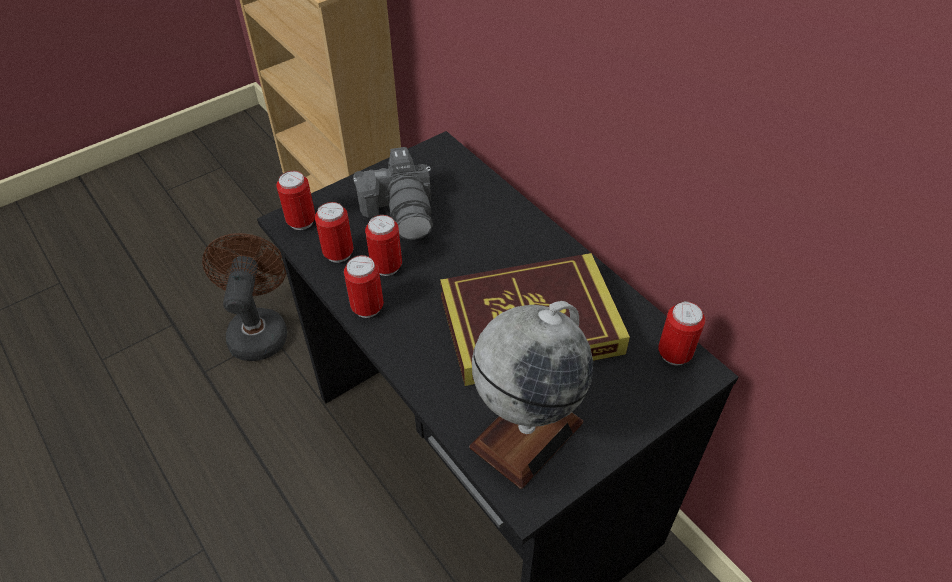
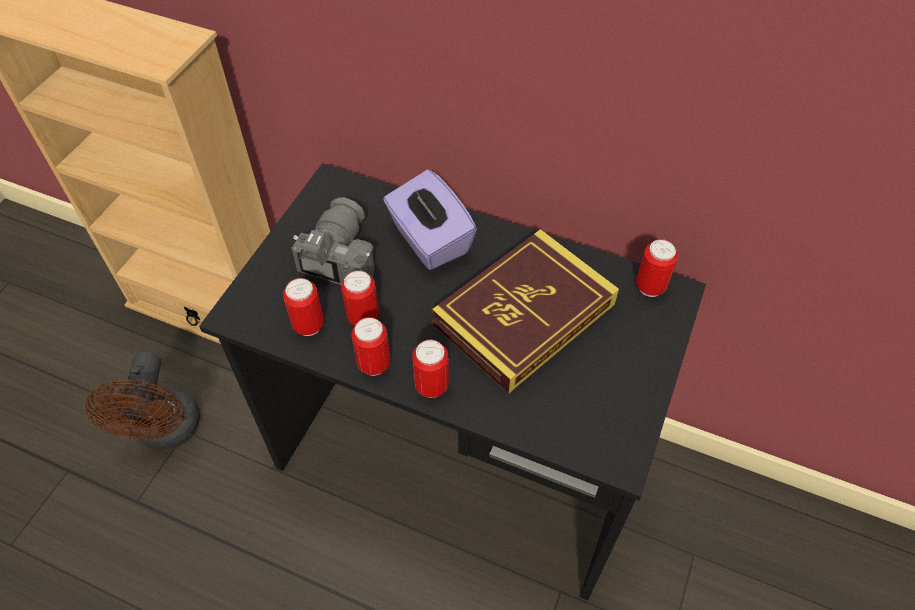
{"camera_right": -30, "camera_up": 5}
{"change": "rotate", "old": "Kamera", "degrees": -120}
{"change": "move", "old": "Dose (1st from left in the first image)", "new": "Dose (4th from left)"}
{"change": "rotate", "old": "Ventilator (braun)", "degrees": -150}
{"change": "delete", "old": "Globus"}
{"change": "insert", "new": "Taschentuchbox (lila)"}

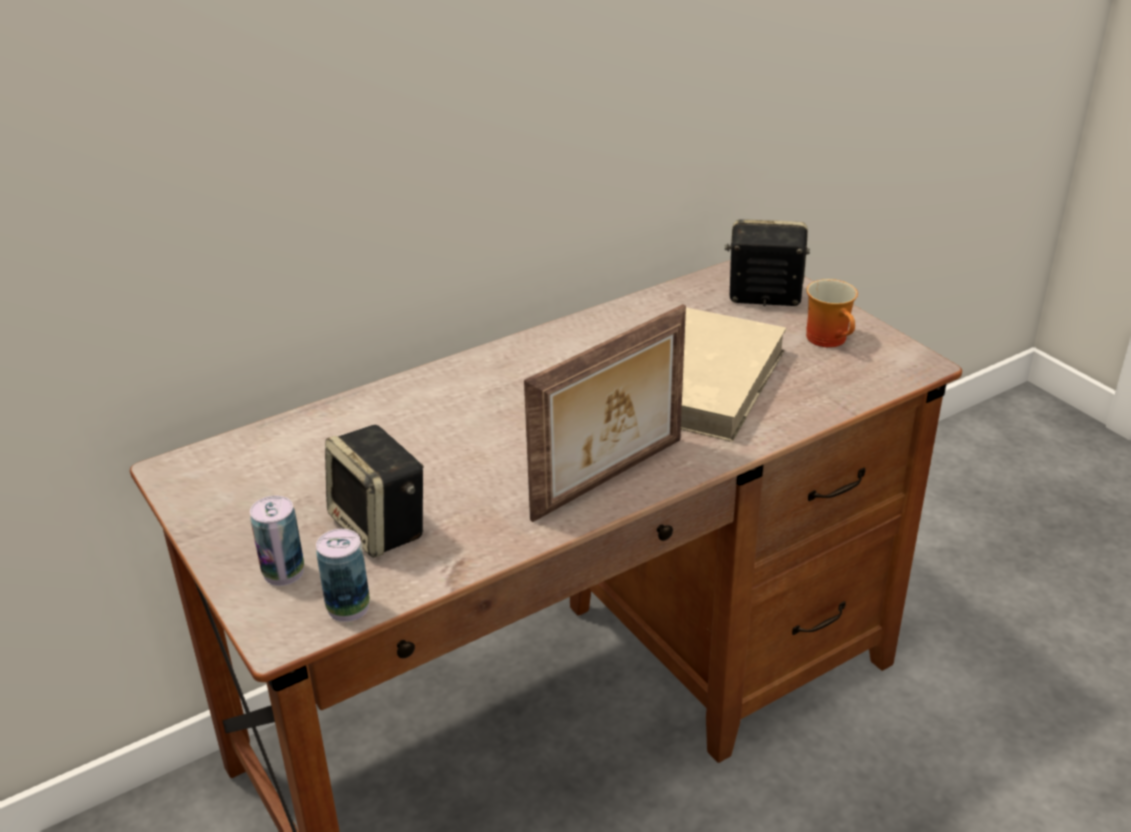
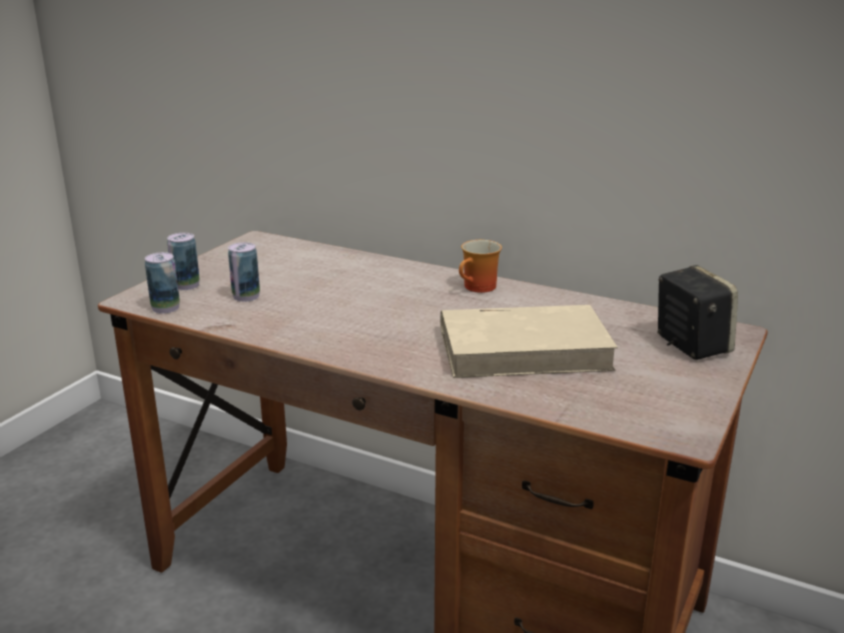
{"camera_right": 60, "camera_up": -10}
{"change": "move", "old": "Henkelbecher"}
{"change": "delete", "old": "Bilderrahmen"}
{"change": "replace", "old": "Lautsprecher (1st from left)", "new": "Dose (3rd from left)"}

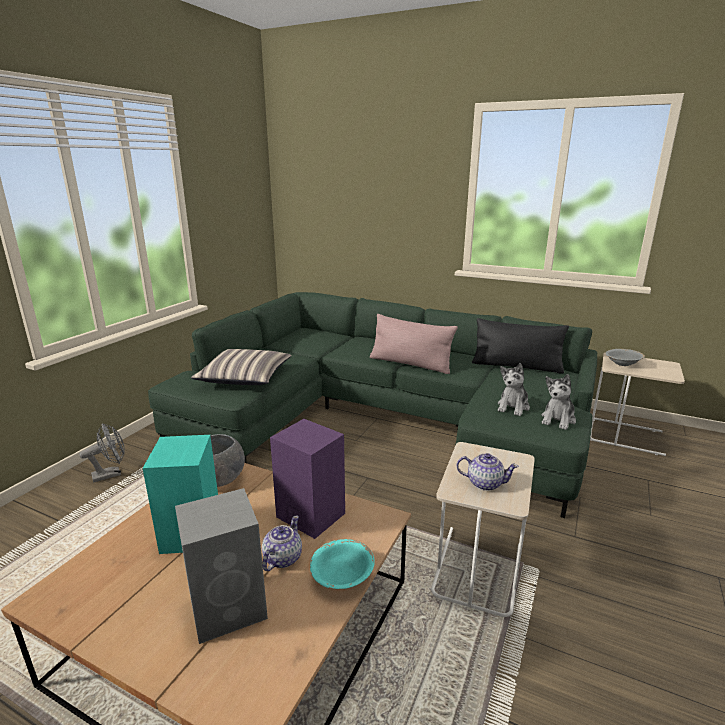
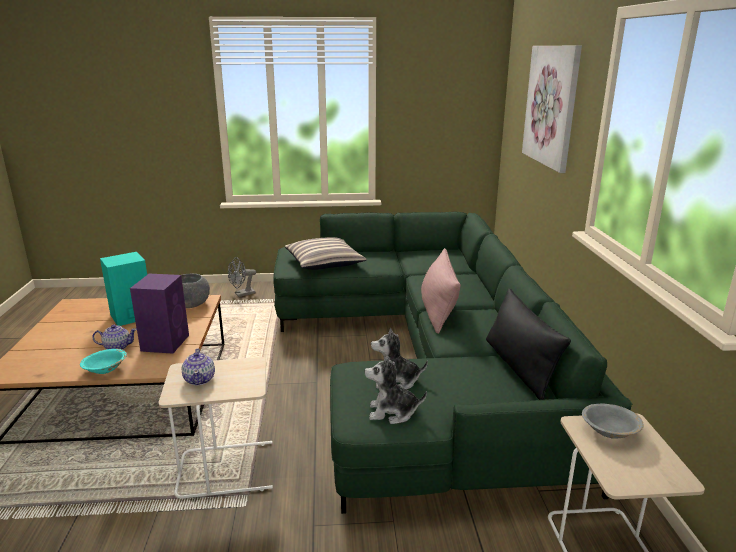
{"camera_right": 60, "camera_up": 0}
{"change": "rotate", "old": "Ventilator (grau)", "degrees": 120}
{"change": "delete", "old": "Lautsprecher (grau)"}
{"change": "insert", "new": "Bild"}

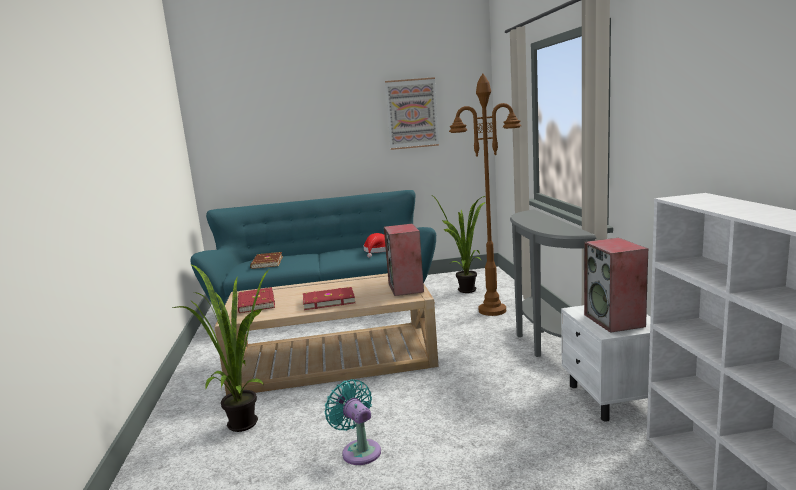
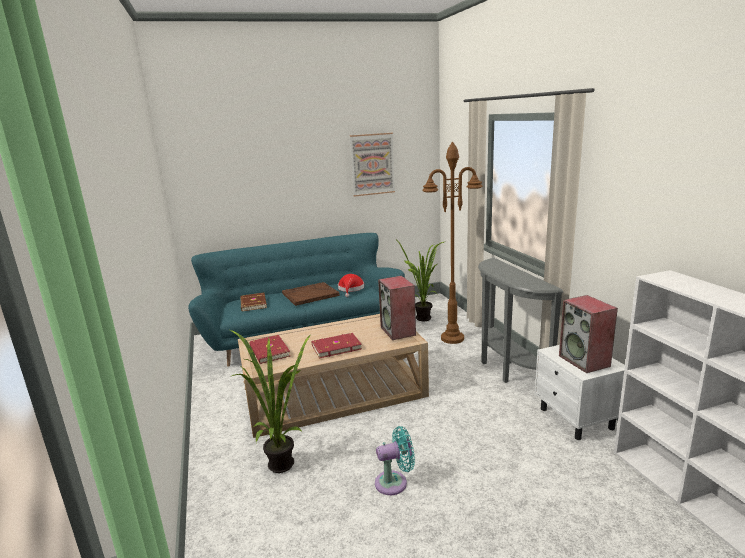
{"camera_right": -10, "camera_up": 5}
{"change": "rotate", "old": "Ventilator (türkis)", "degrees": 120}
{"change": "insert", "new": "Tablett (braun)"}

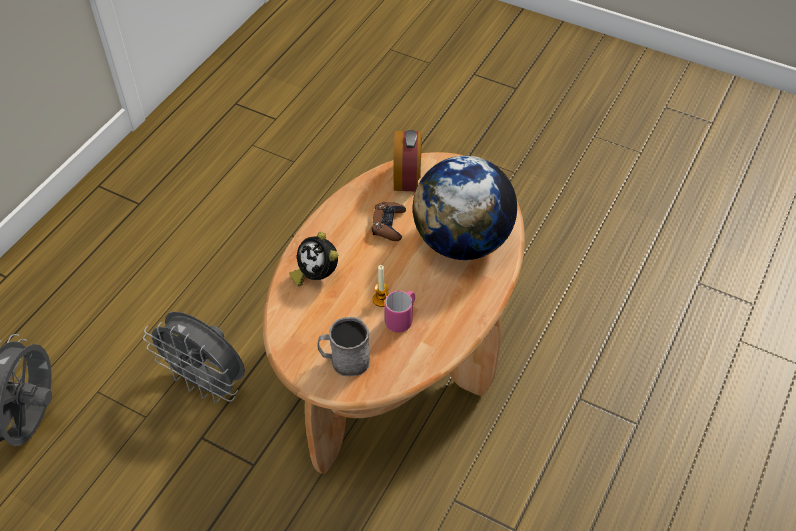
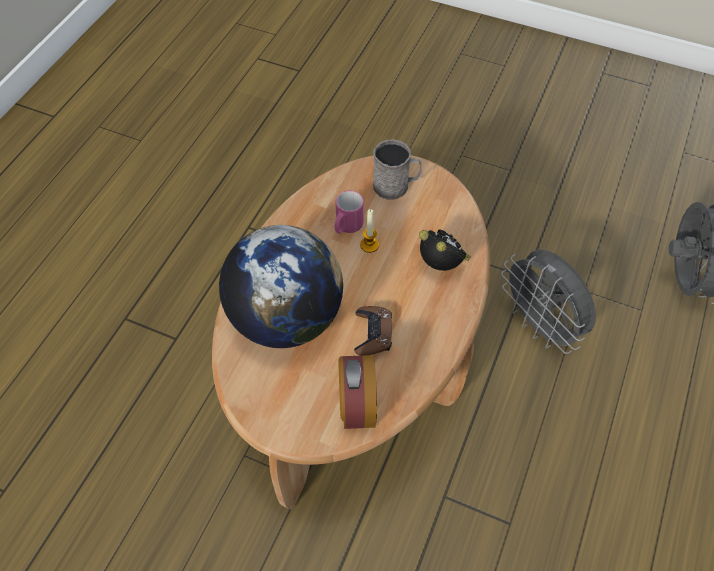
{"camera_right": 175, "camera_up": 5}
{"change": "rotate", "old": "Ventilator (grau) (2nd from left in the first image)", "degrees": -150}

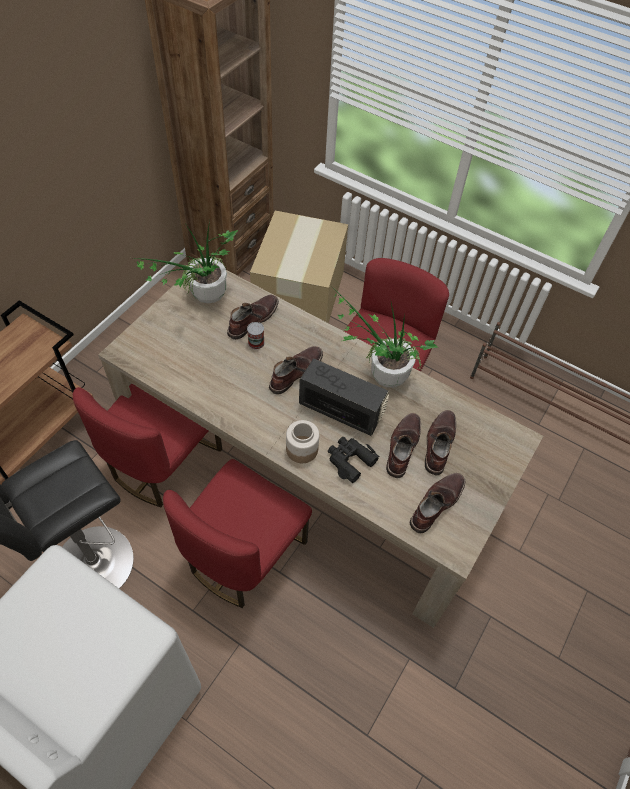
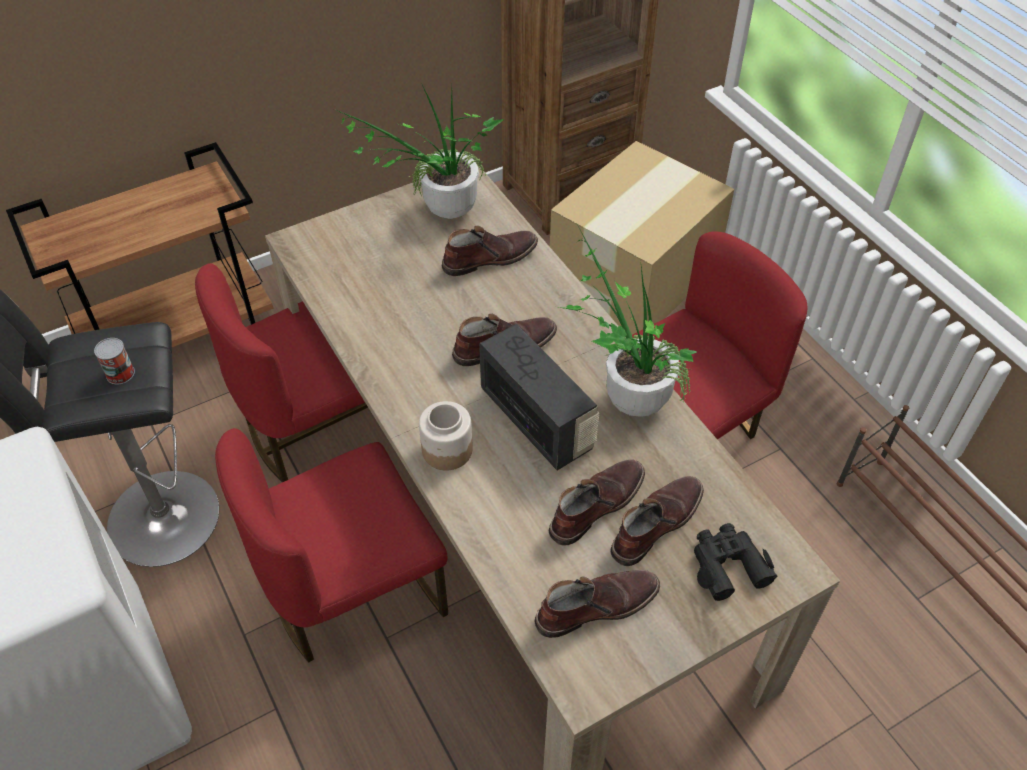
{"camera_right": 30, "camera_up": -5}
{"change": "move", "old": "Dose"}
{"change": "move", "old": "Fernglas (schwarz)"}

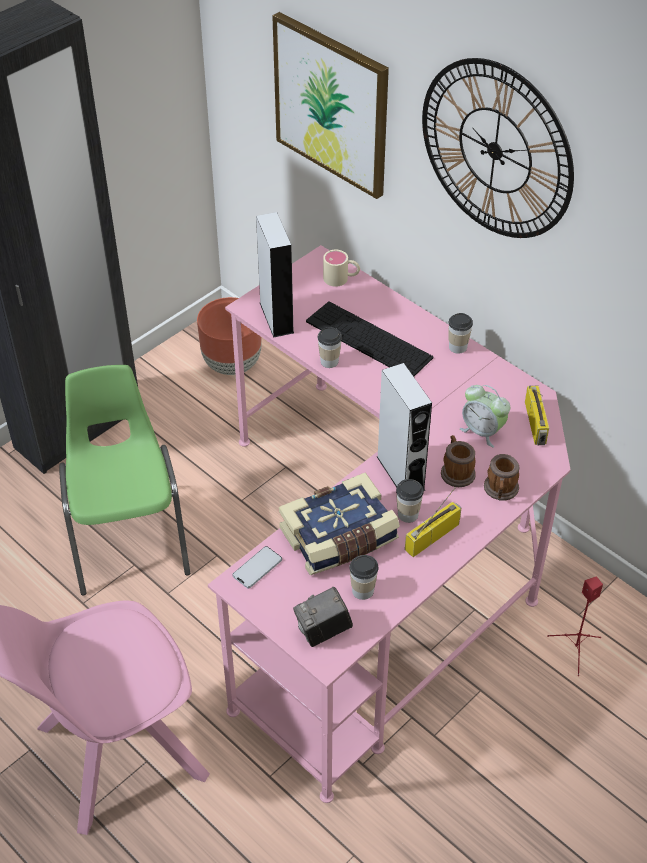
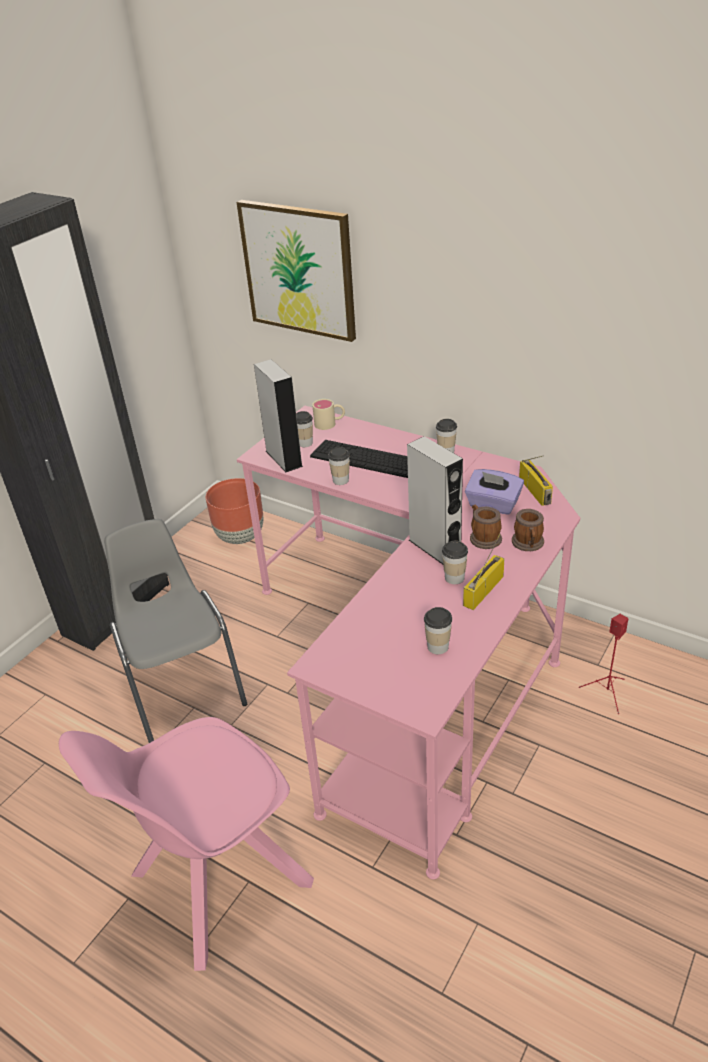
{"camera_right": -10, "camera_up": -10}
{"change": "delete", "old": "Wanduhr"}
{"change": "recolor", "old": "Stuhl (grün)", "new": "Stuhl (grau)"}
{"change": "replace", "old": "Wecker", "new": "Taschentuchbox (lila)"}
{"change": "delete", "old": "Buch"}
{"change": "delete", "old": "Handy"}
{"change": "delete", "old": "Kamera"}
{"change": "insert", "new": "Tasse (1st from left)"}

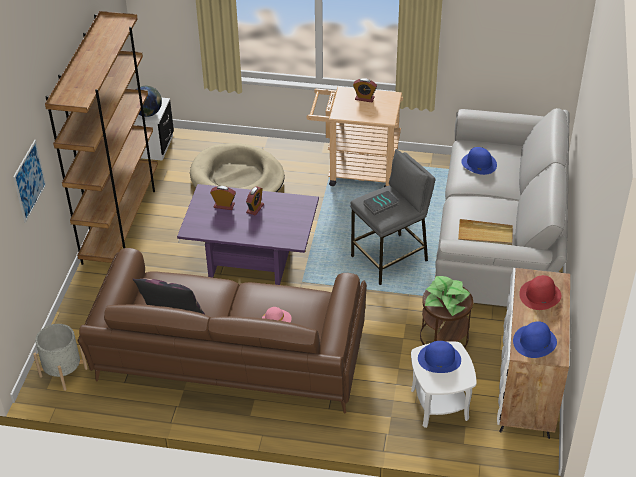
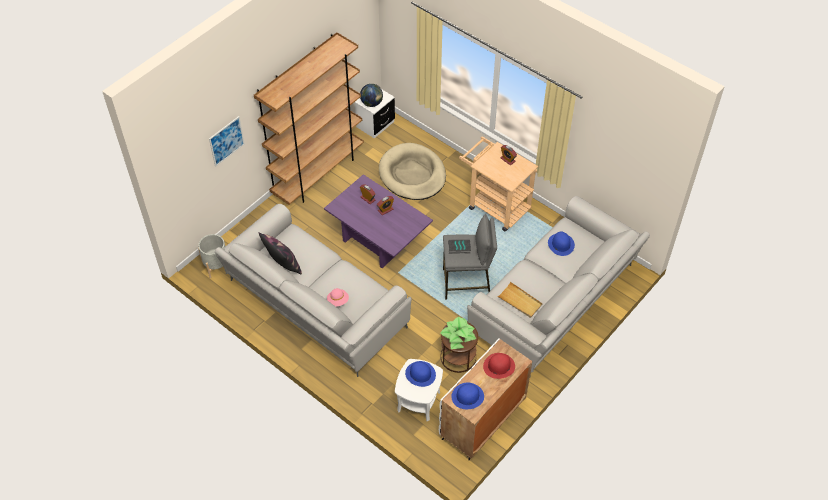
{"camera_right": 30, "camera_up": 10}
{"change": "recolor", "old": "Sofa (braun)", "new": "Sofa (grau) (1st from left)"}

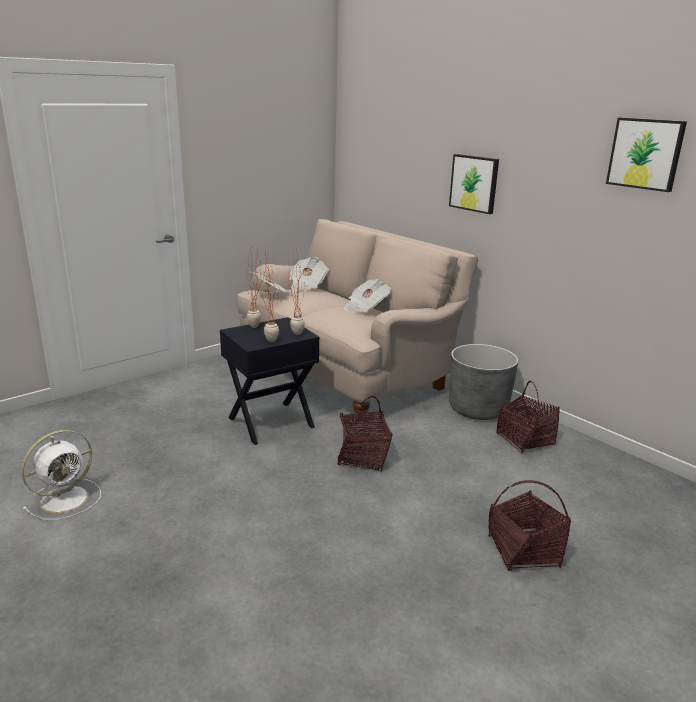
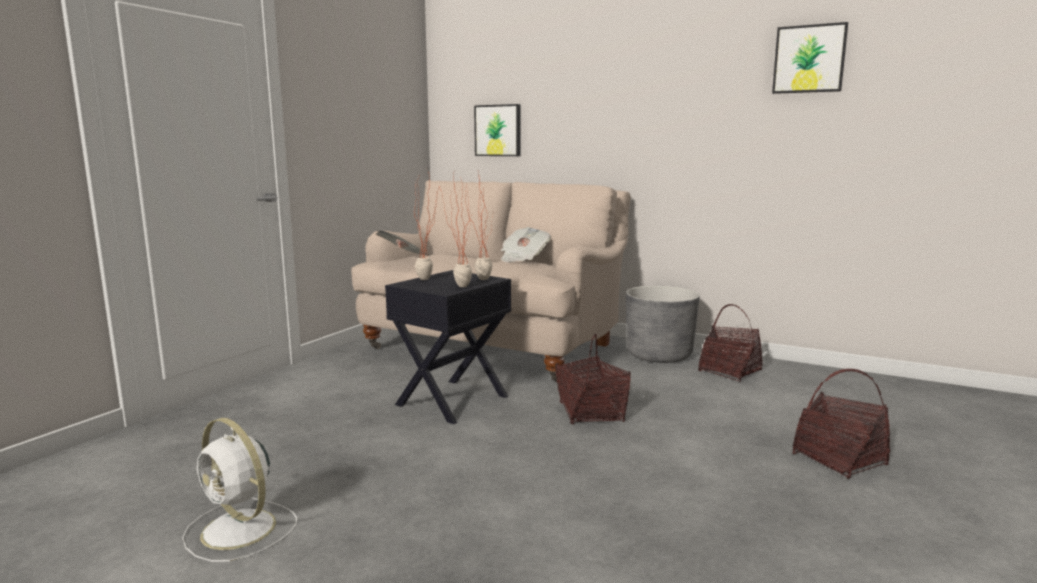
{"camera_right": -20, "camera_up": -10}
{"change": "move", "old": "Bild (1st from left)"}
{"change": "delete", "old": "Zeitung (2nd from left)"}
{"change": "rotate", "old": "Ventilator (weiß)", "degrees": 105}

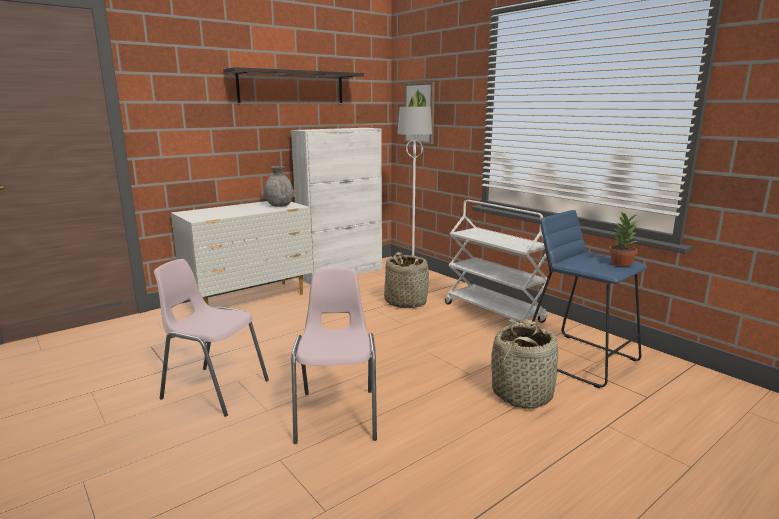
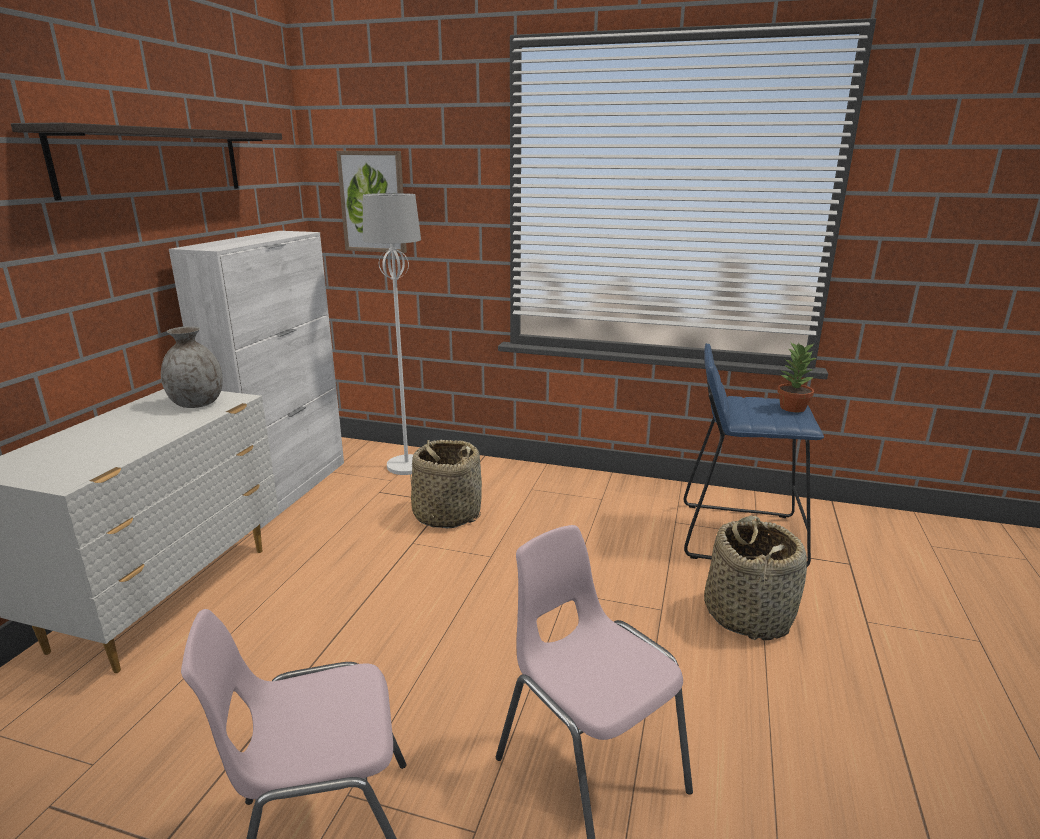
{"camera_right": -35, "camera_up": 5}
{"change": "delete", "old": "Rollwagen (weiß)"}

